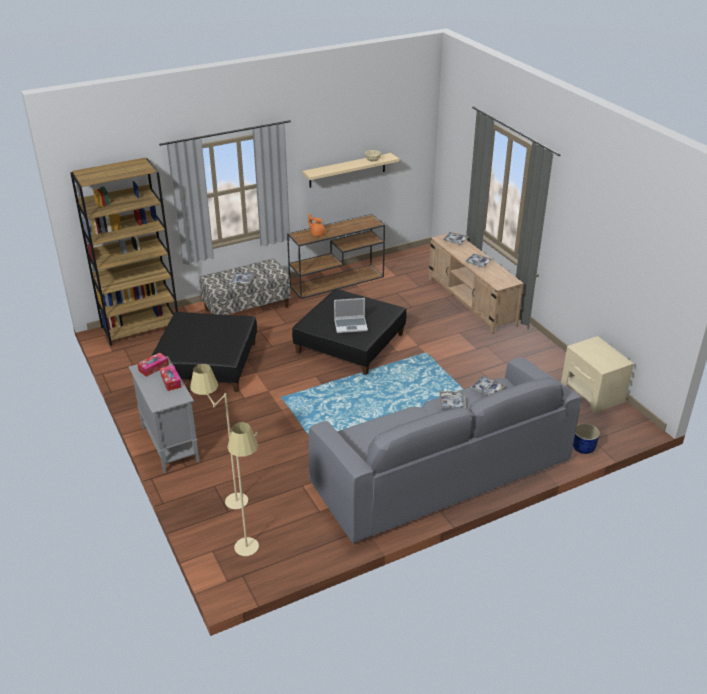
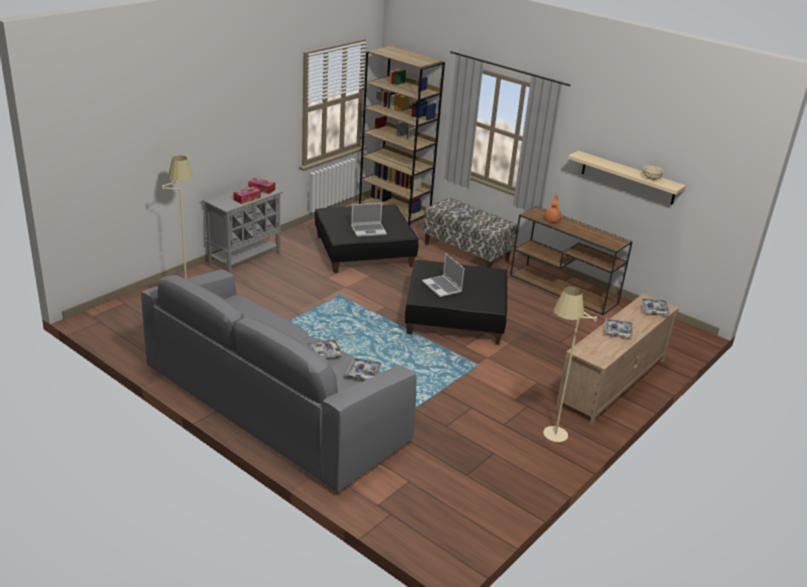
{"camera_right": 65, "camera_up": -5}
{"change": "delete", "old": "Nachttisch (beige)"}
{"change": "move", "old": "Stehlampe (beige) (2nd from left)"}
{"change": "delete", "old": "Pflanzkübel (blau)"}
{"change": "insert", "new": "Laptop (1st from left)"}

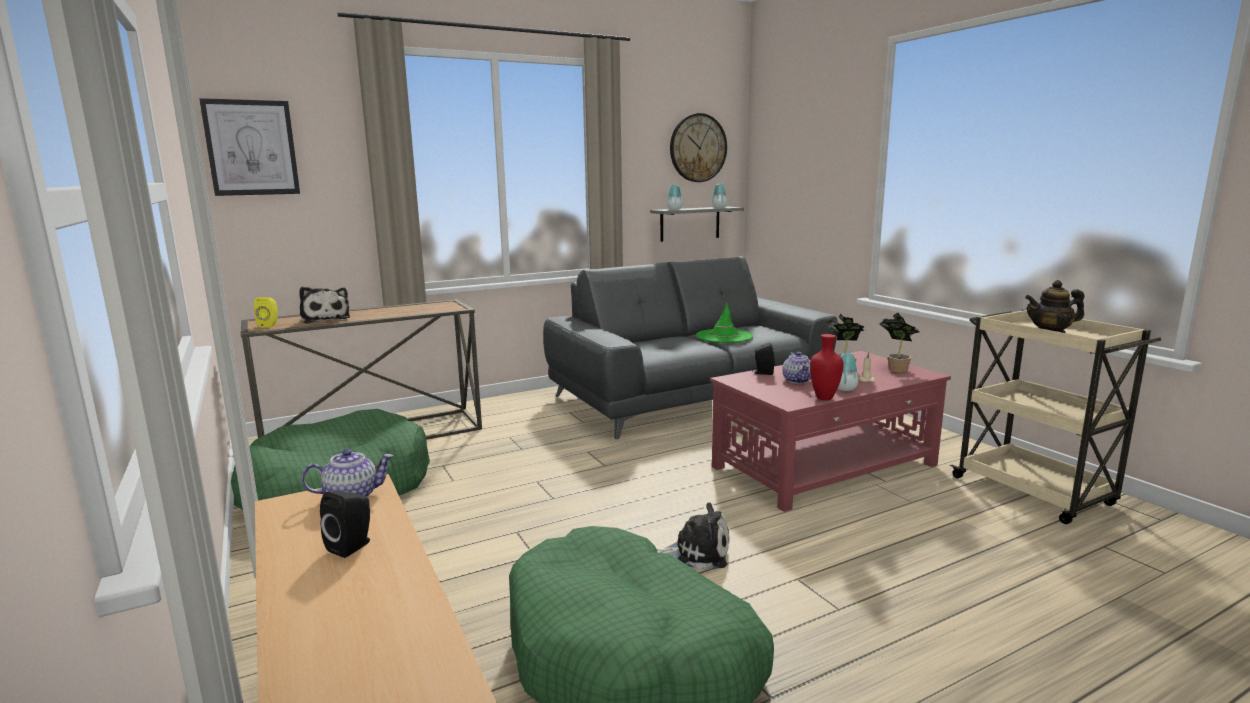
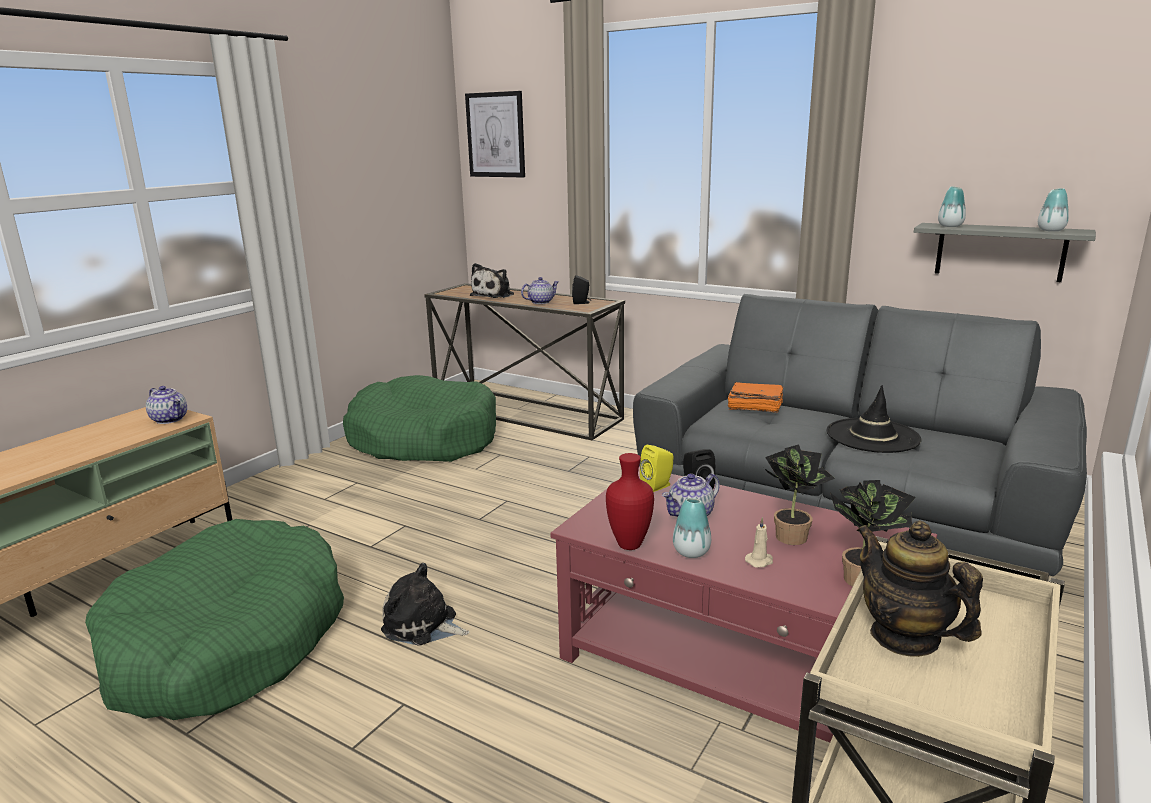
{"camera_right": 60, "camera_up": 5}
{"change": "delete", "old": "Wanduhr"}
{"change": "move", "old": "Lautsprecher (gelb)"}
{"change": "recolor", "old": "Hut (grün)", "new": "Hut (schwarz)"}
{"change": "move", "old": "Lautsprecher (schwarz) (1st from left)"}
{"change": "rotate", "old": "Plüschtier (2nd from left in the first image)", "degrees": 135}
{"change": "insert", "new": "Teekanne (2nd from left)"}
{"change": "insert", "new": "Buch (orange)"}

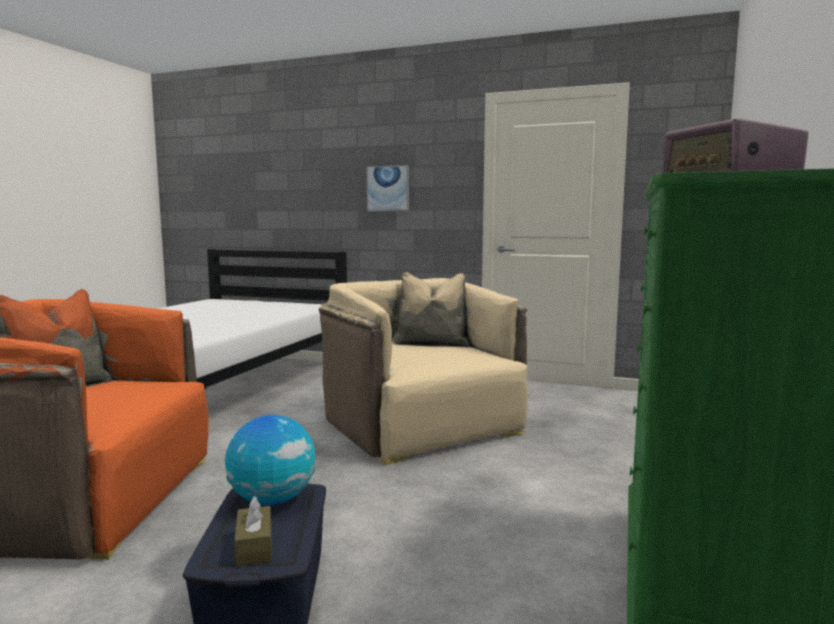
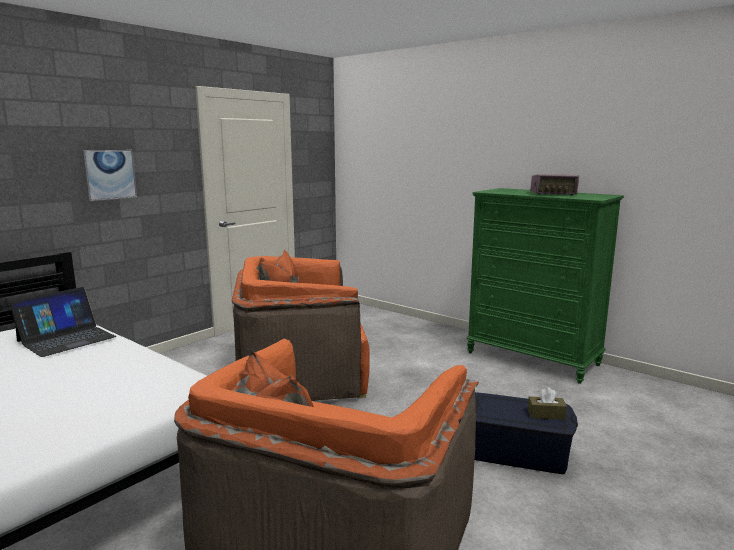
{"camera_right": -70, "camera_up": 5}
{"change": "recolor", "old": "Sessel (beige)", "new": "Sessel (orange) (1st from left)"}
{"change": "delete", "old": "Globus"}
{"change": "insert", "new": "Laptop"}

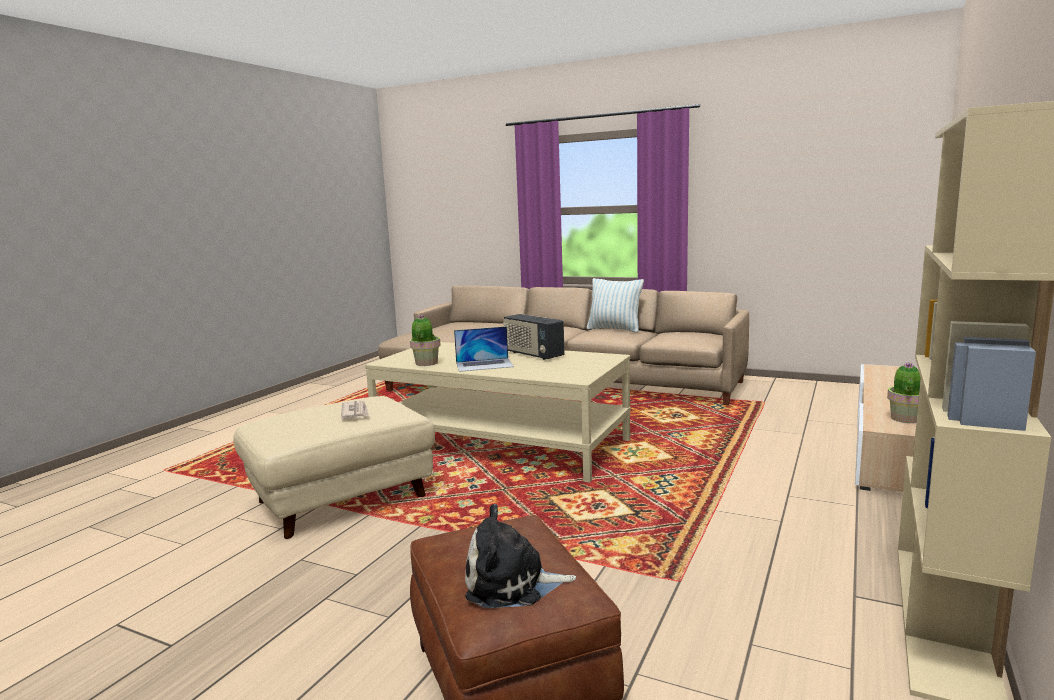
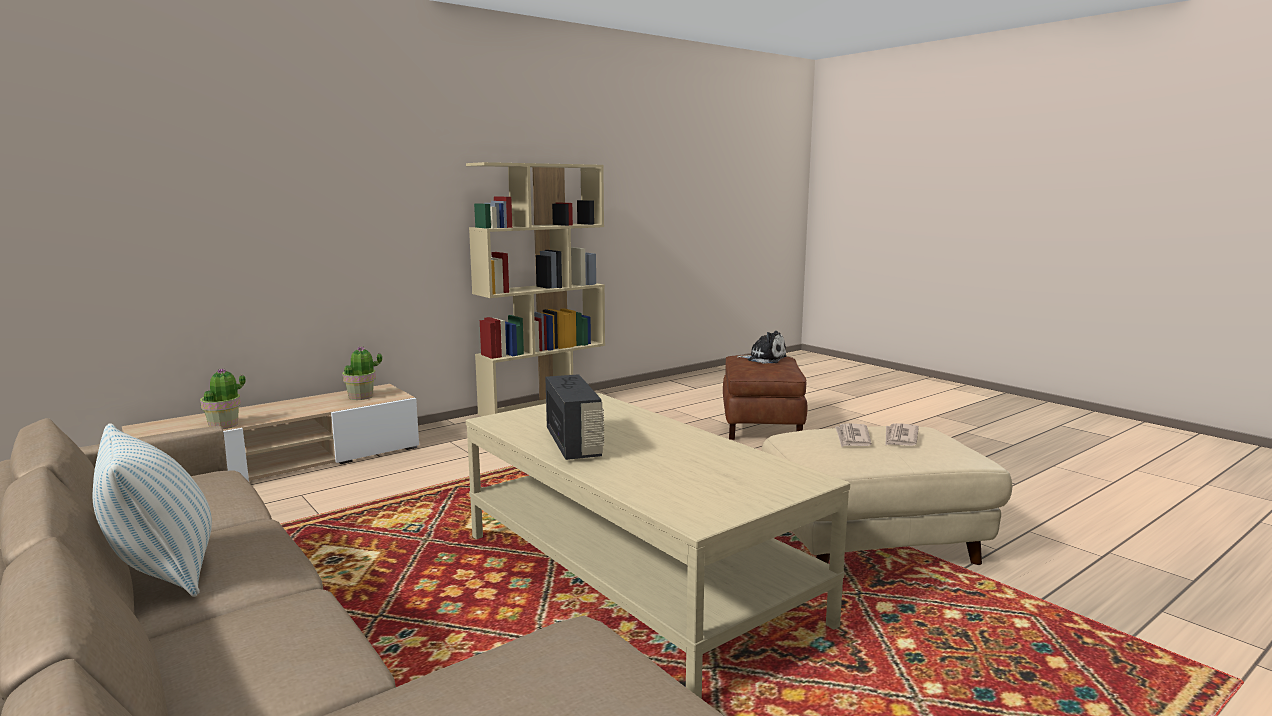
{"camera_right": -155, "camera_up": 0}
{"change": "move", "old": "Topfpflanze (1st from left)"}
{"change": "delete", "old": "Laptop"}
{"change": "insert", "new": "Zeitung (2nd from left)"}

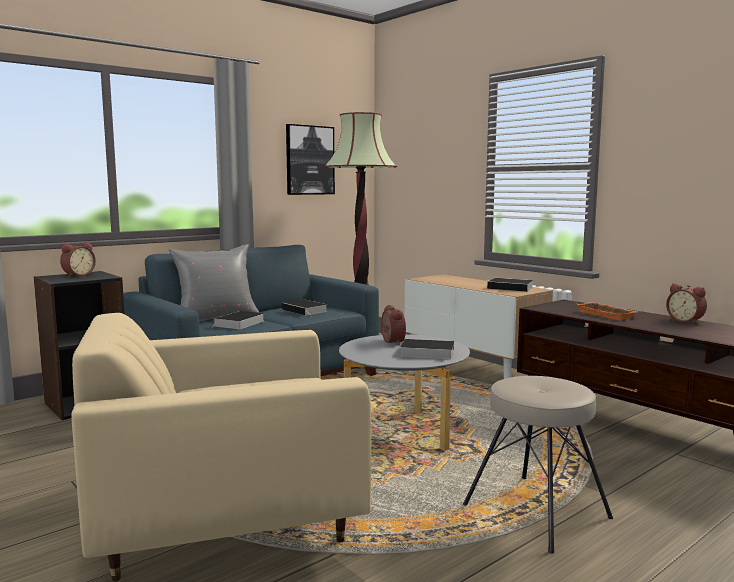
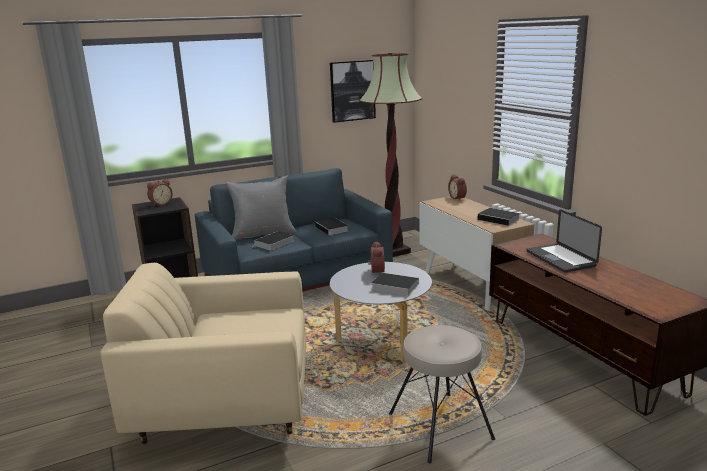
{"camera_right": 15, "camera_up": 10}
{"change": "move", "old": "Wecker (3rd from left)"}
{"change": "replace", "old": "Tablett (orange)", "new": "Laptop"}

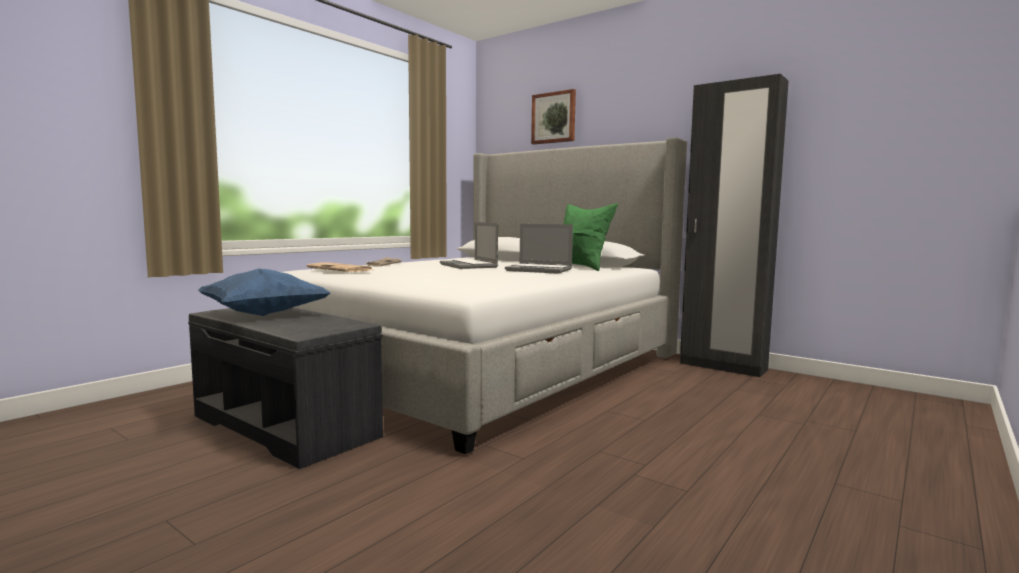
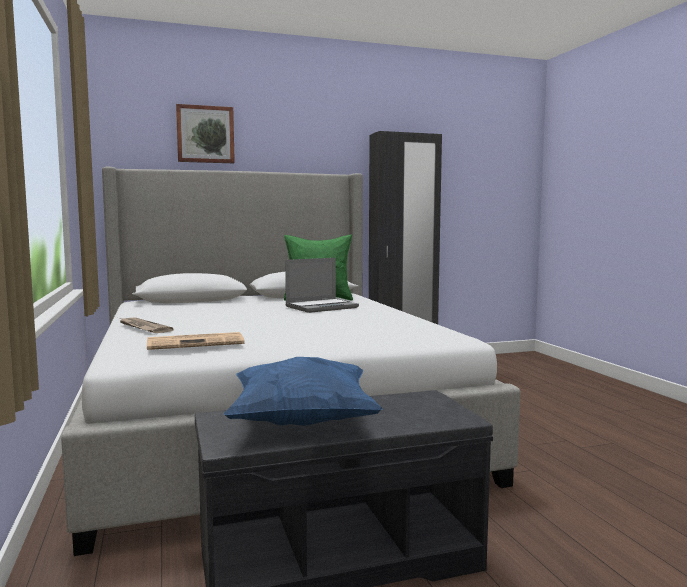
{"camera_right": -55, "camera_up": 0}
{"change": "delete", "old": "Laptop (1st from left)"}

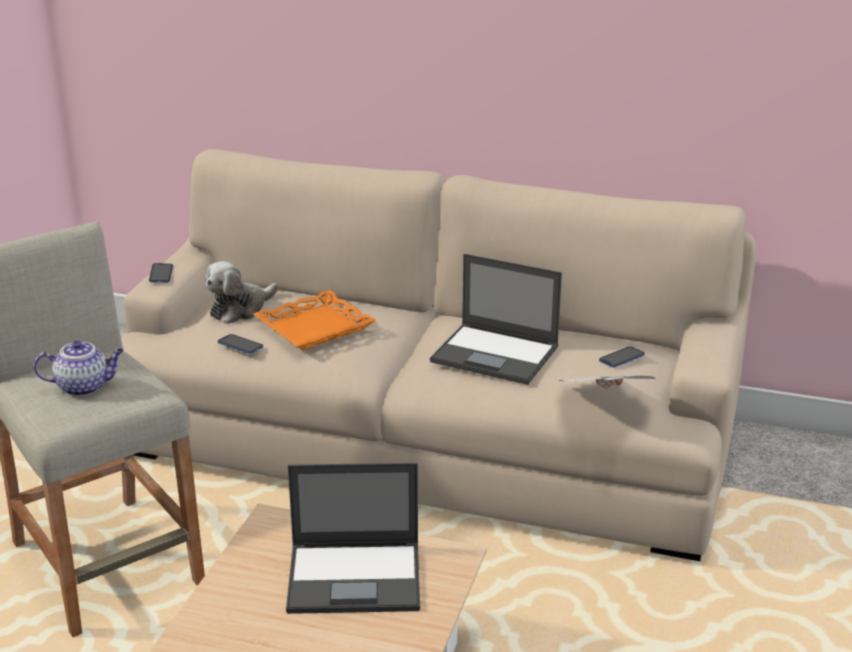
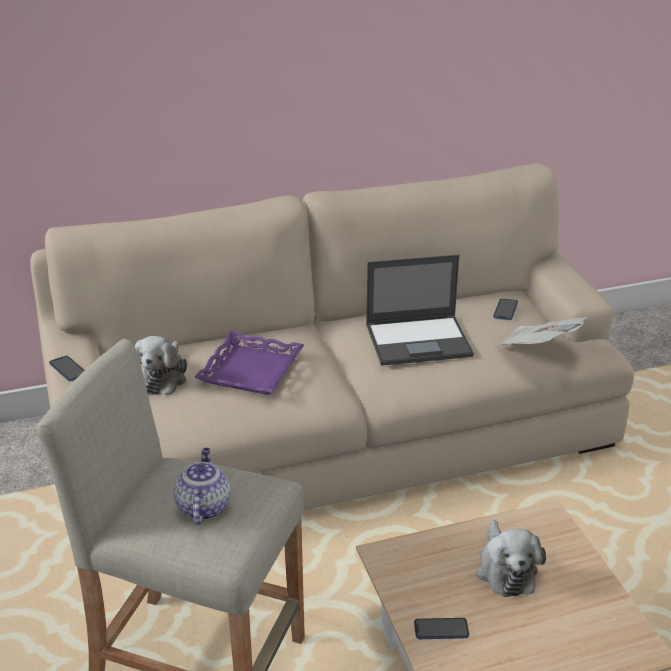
{"camera_right": -35, "camera_up": 5}
{"change": "recolor", "old": "Tablett (orange)", "new": "Tablett (lila)"}
{"change": "move", "old": "Handy (2nd from left)"}
{"change": "rotate", "old": "Teekanne", "degrees": -45}
{"change": "replace", "old": "Laptop (1st from left)", "new": "Plüschtier (2nd from left)"}

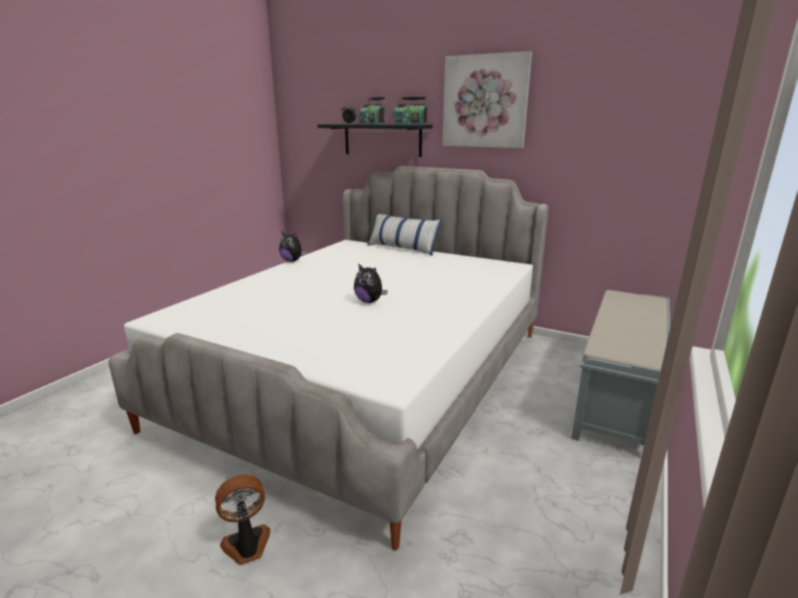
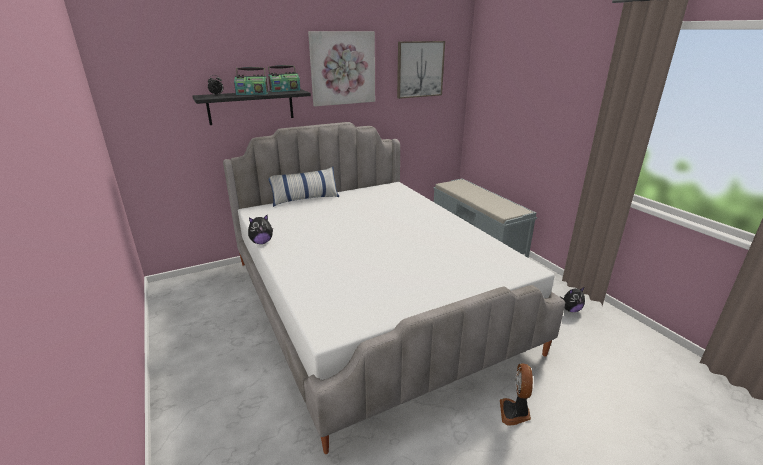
{"camera_right": -55, "camera_up": 5}
{"change": "move", "old": "Plüschtier (2nd from left)"}
{"change": "insert", "new": "Bild (2nd from left)"}

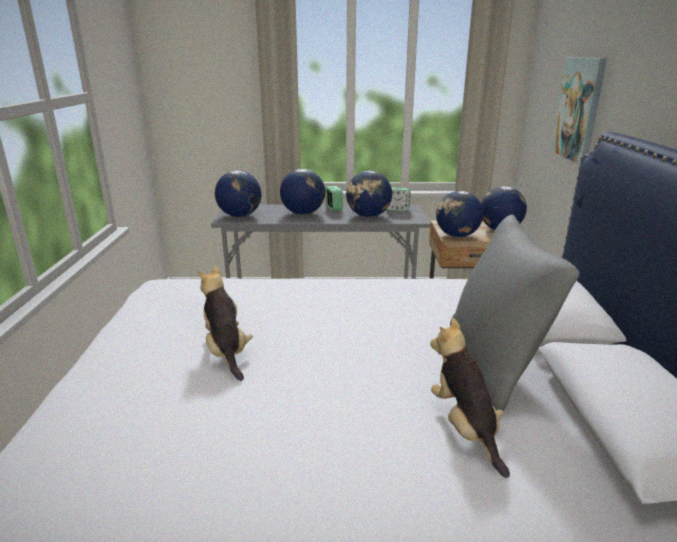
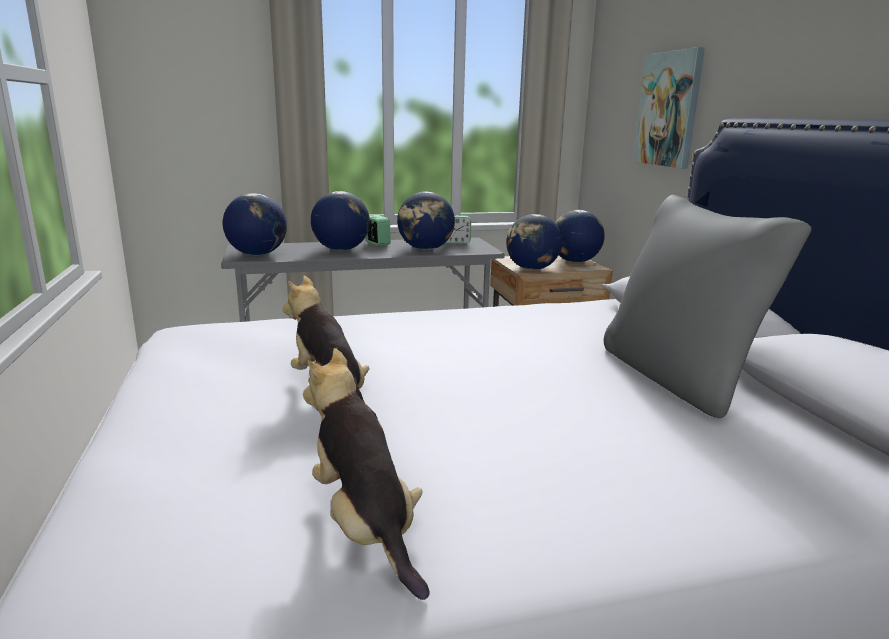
{"camera_right": -15, "camera_up": -5}
{"change": "move", "old": "Plüschtier (2nd from left)"}

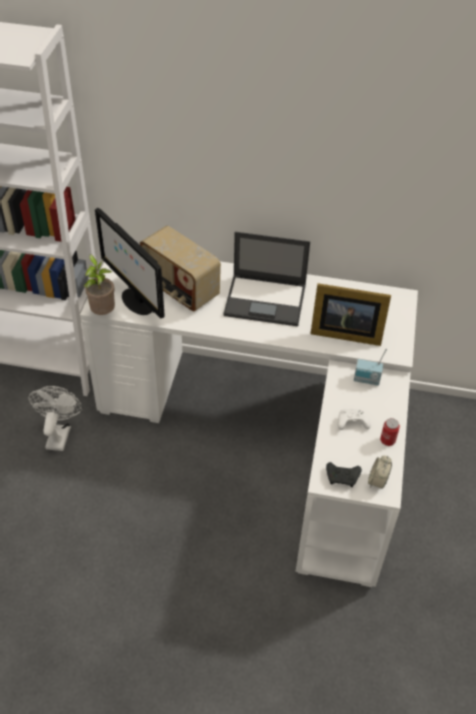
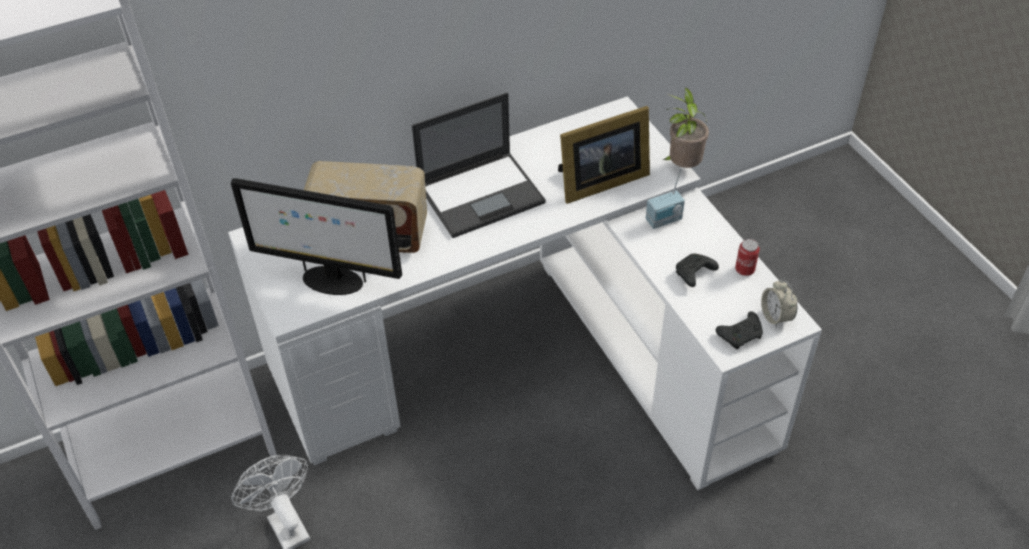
{"camera_right": -35, "camera_up": 0}
{"change": "move", "old": "Topfpflanze"}
{"change": "recolor", "old": "Gamepad (weiß)", "new": "Gamepad (schwarz) (1st from left)"}

